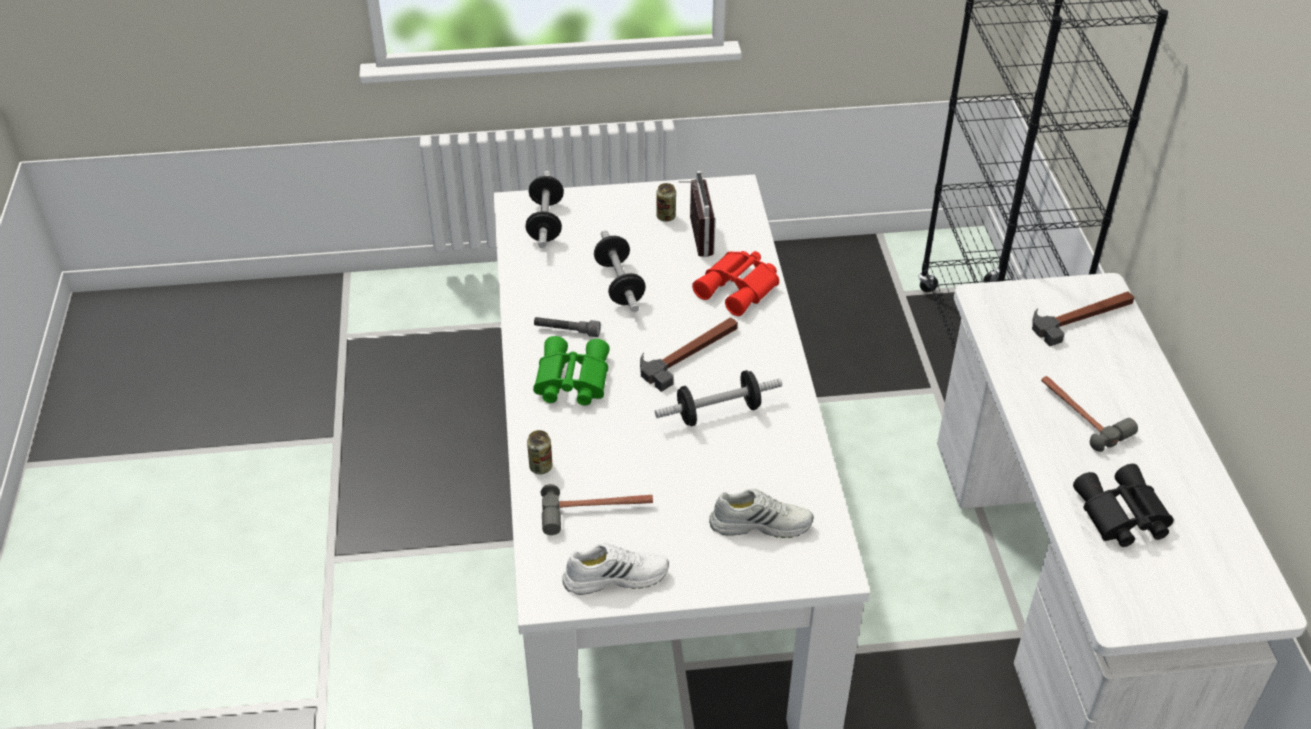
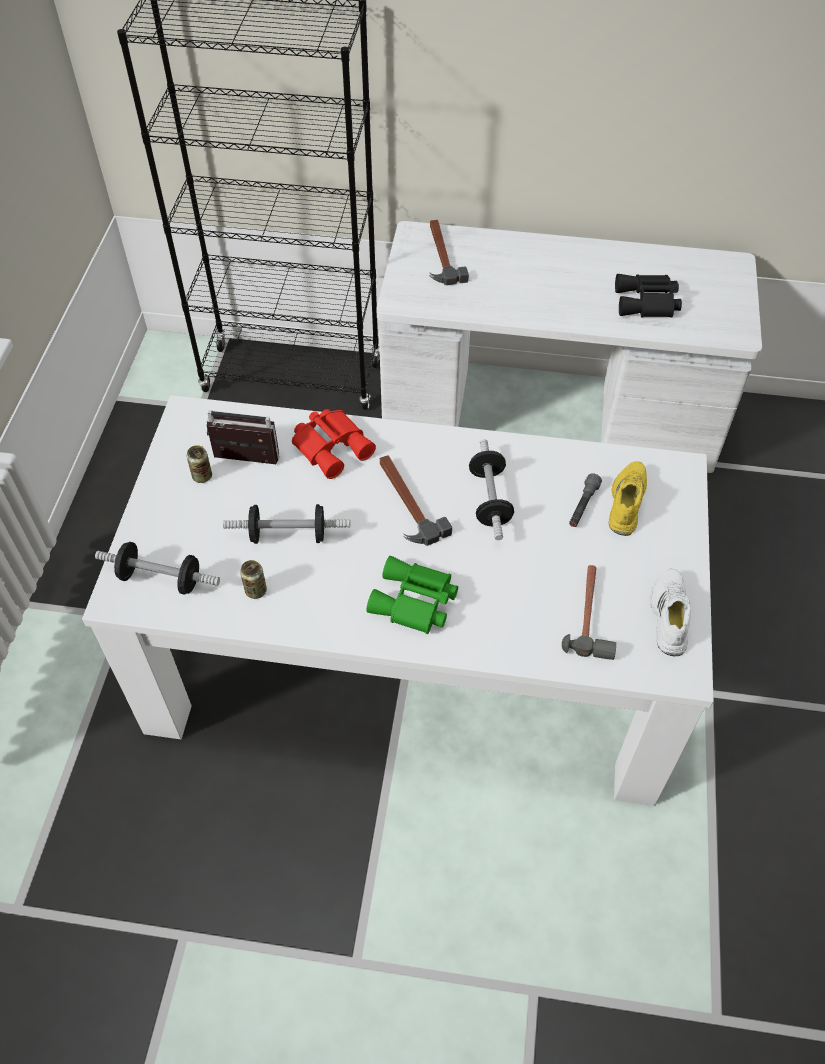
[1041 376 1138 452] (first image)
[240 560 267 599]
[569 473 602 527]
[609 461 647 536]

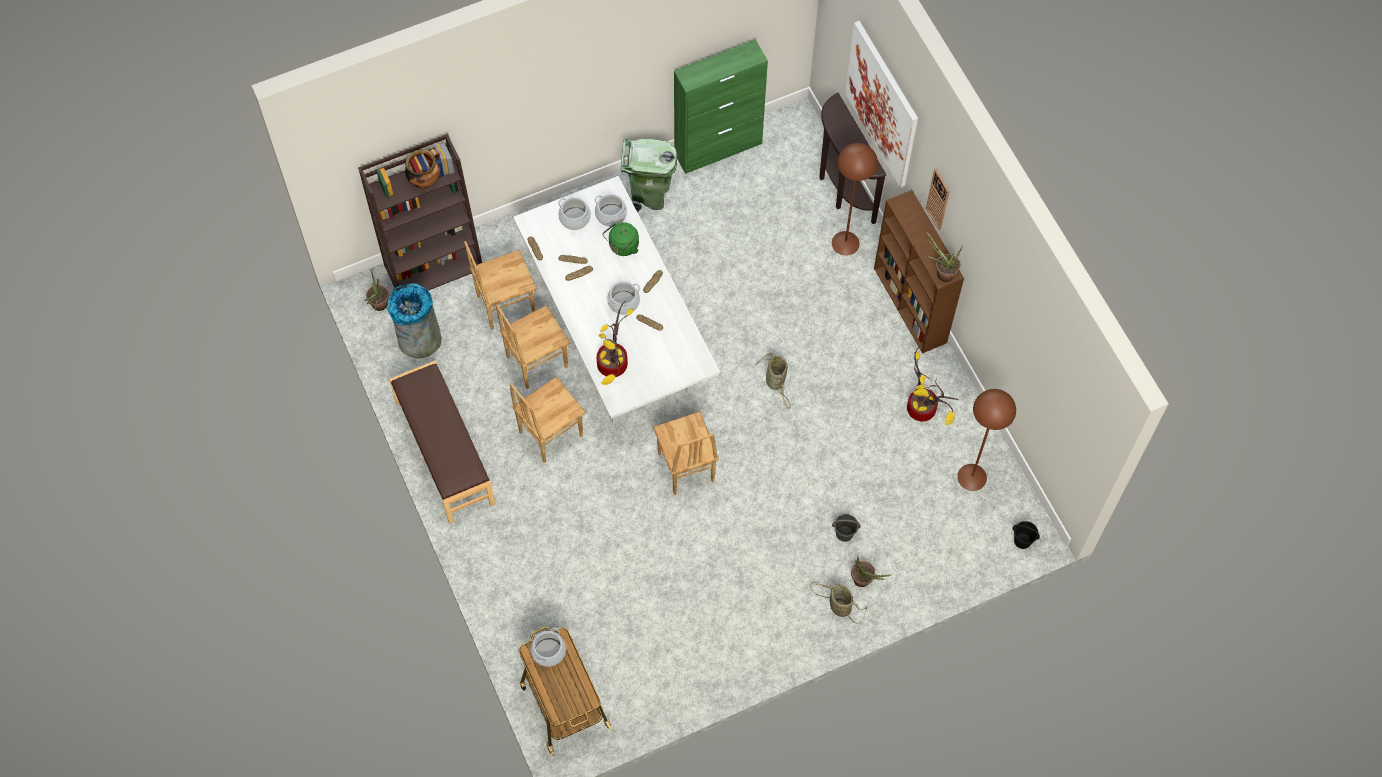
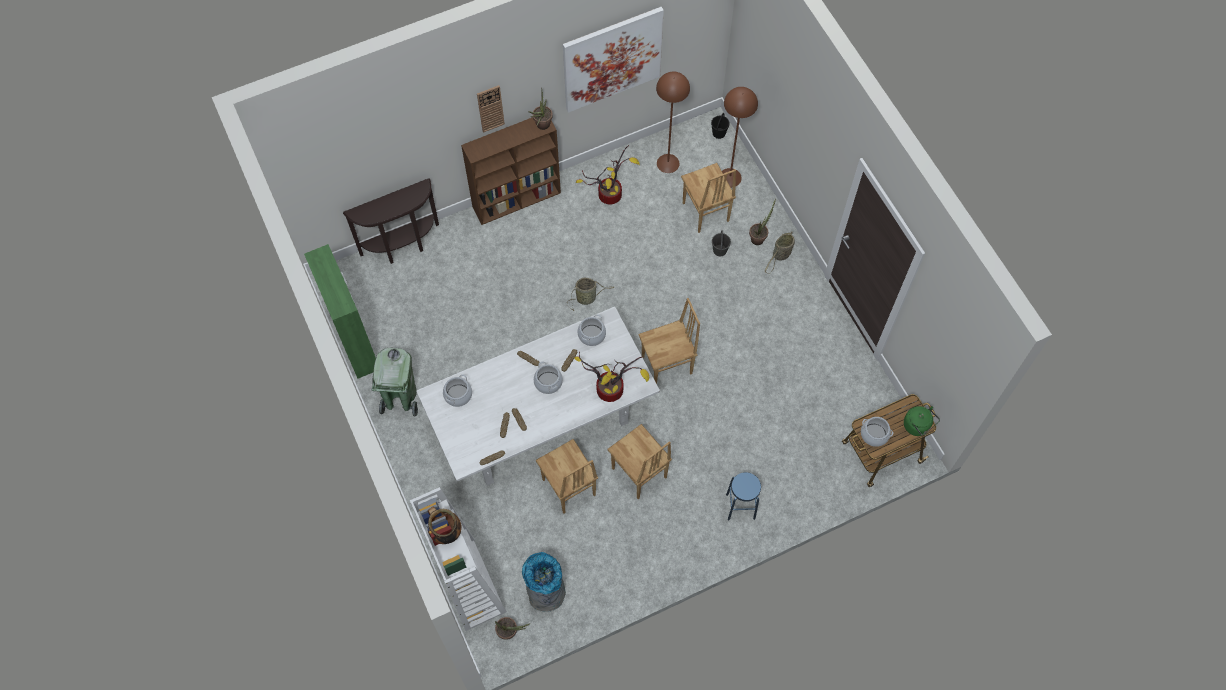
[389 361 496 524] (first image)
[726 472 761 520]
[681 163 736 233]
[577 314 606 346]
[904 406 940 436]
[722 87 758 188]
[563 7 664 113]
[410 487 507 631]

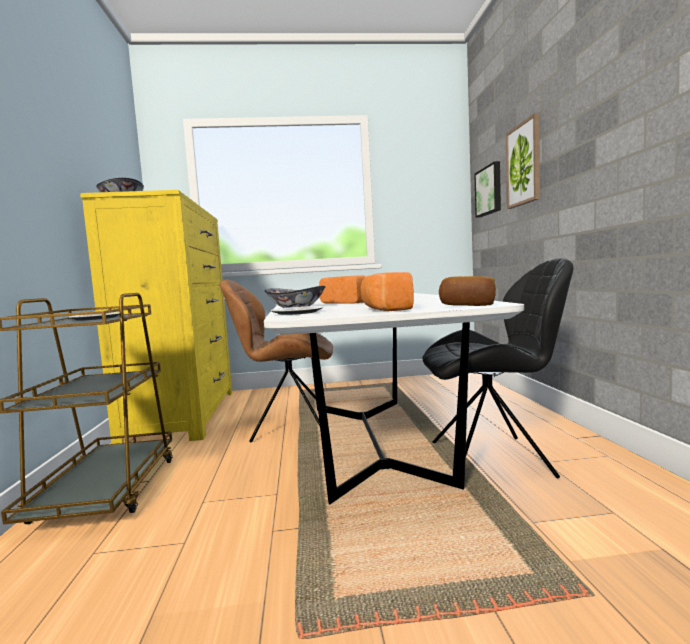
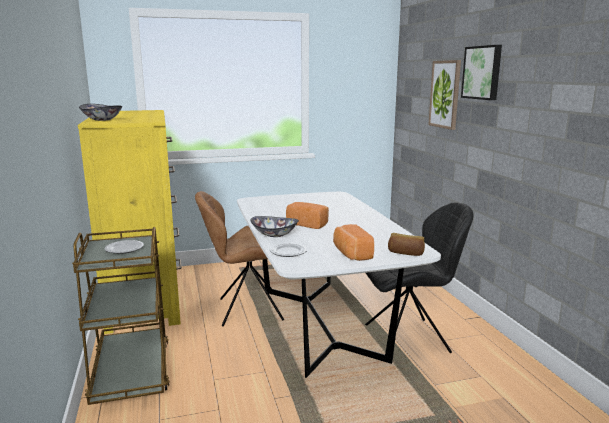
[461 45 502 100]

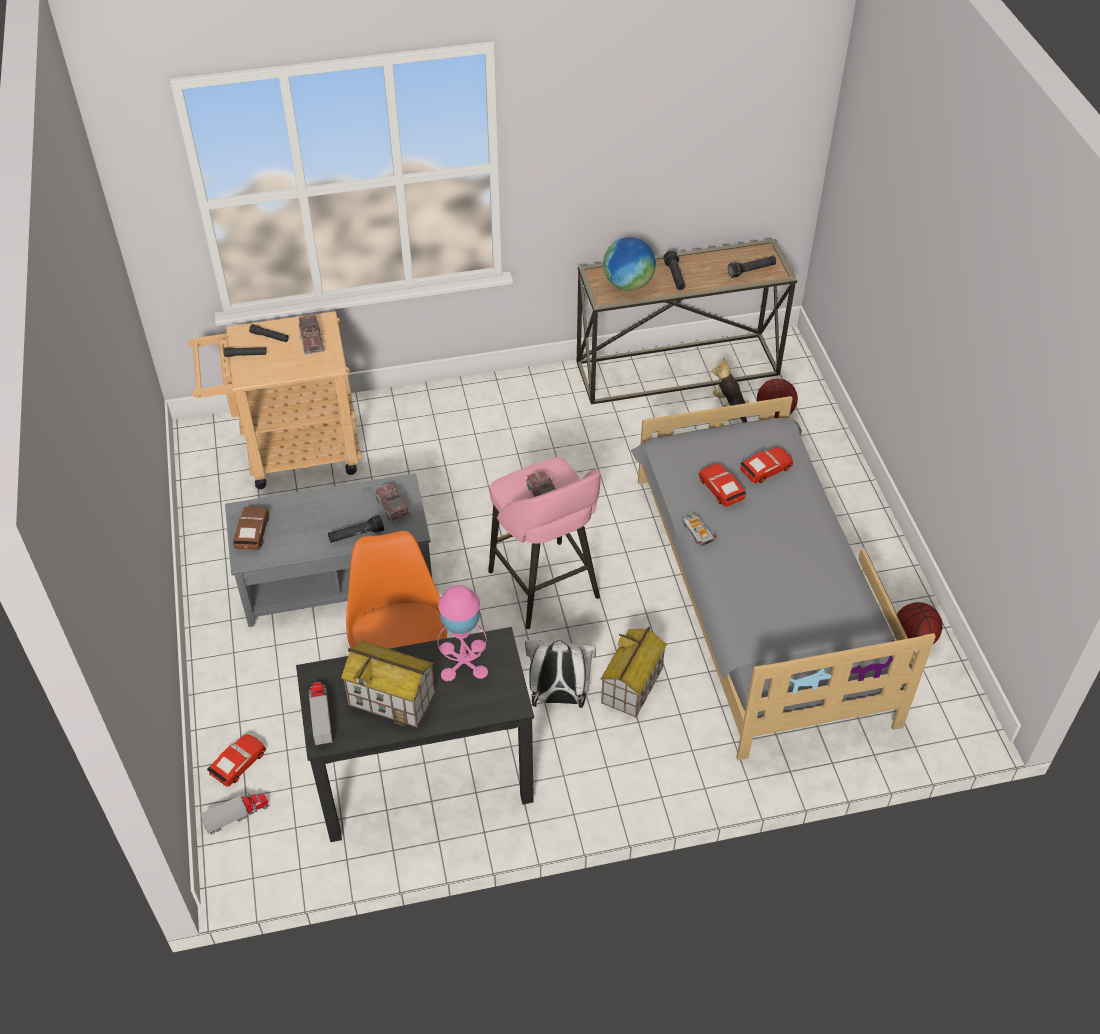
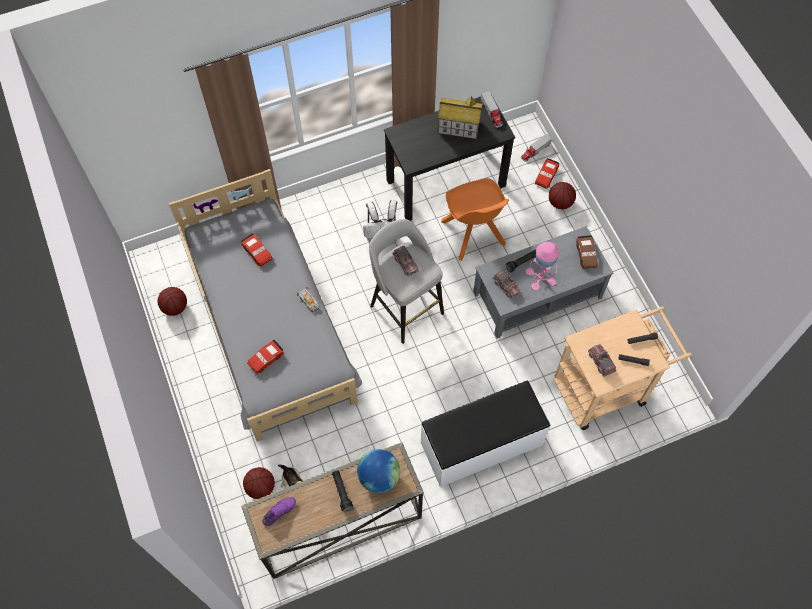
[601 627 667 718] (first image)
[421 381 551 487]
[549 182 576 209]
[526 242 559 290]
[241 233 273 267]
[262 497 296 526]
[369 219 444 344]

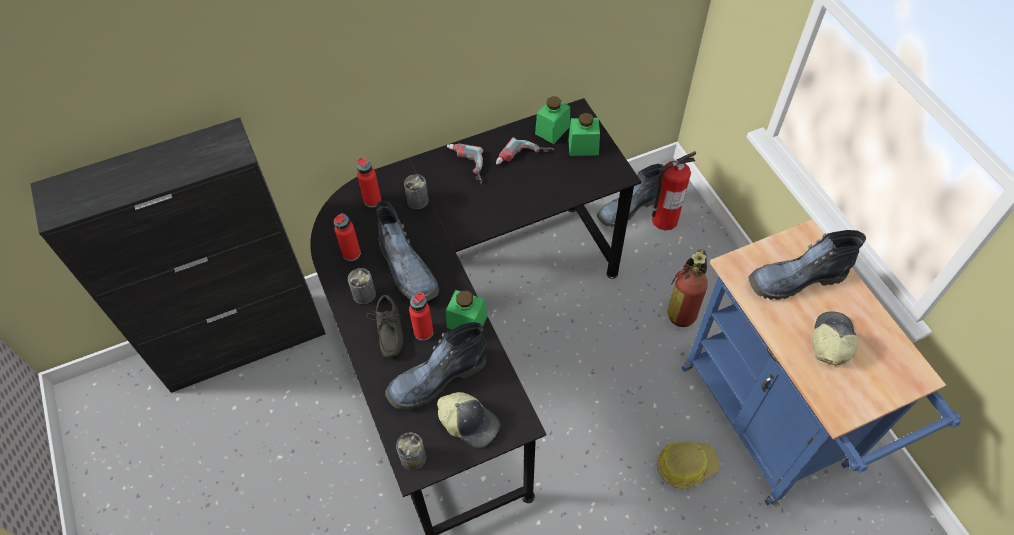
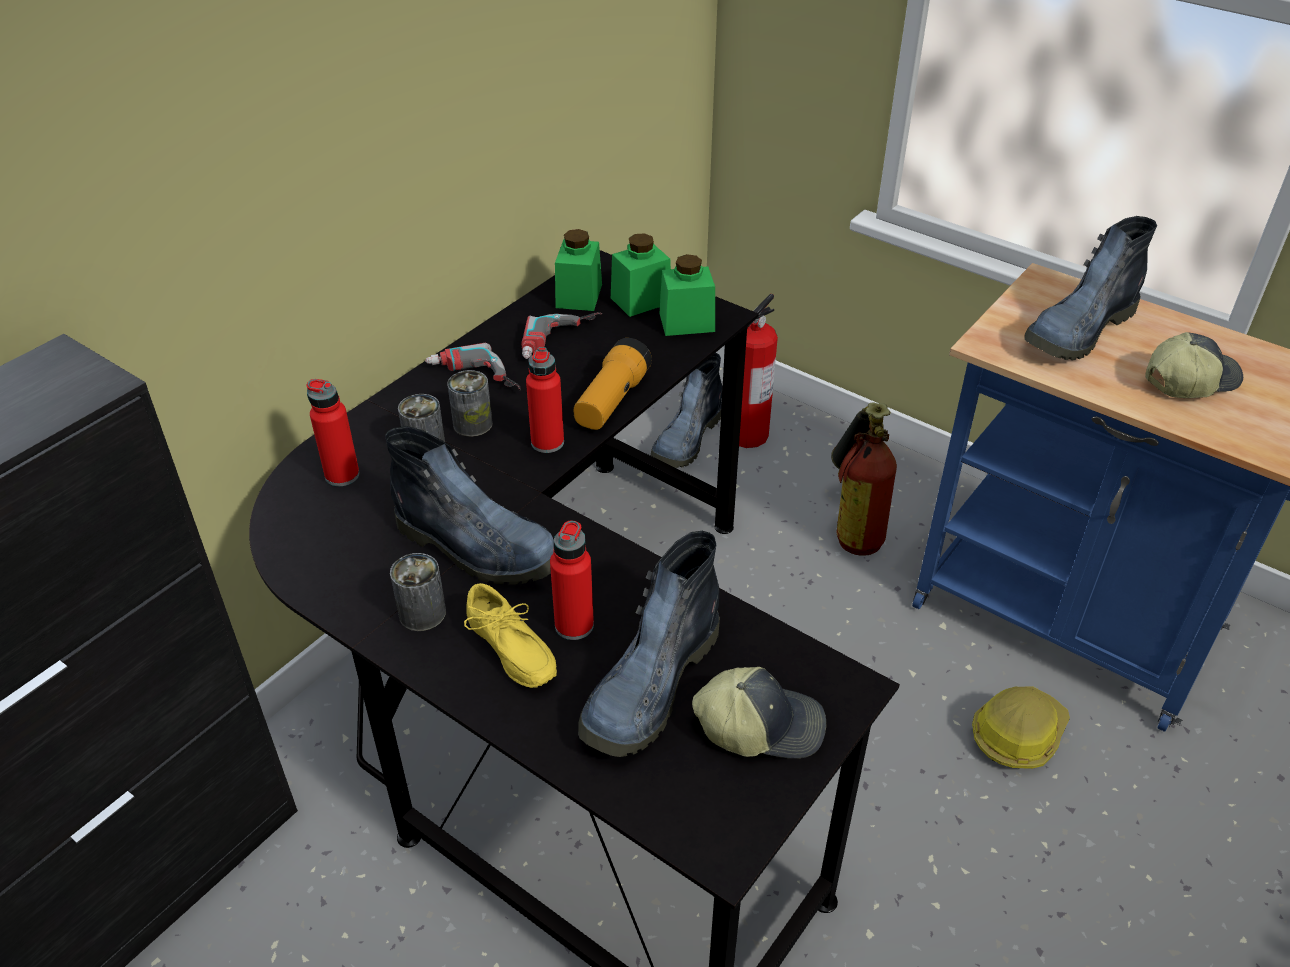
[574 338 652 430]
[526 347 564 453]
[447 370 493 437]
[659 254 715 336]
[464 583 557 688]
[1145 332 1243 398]

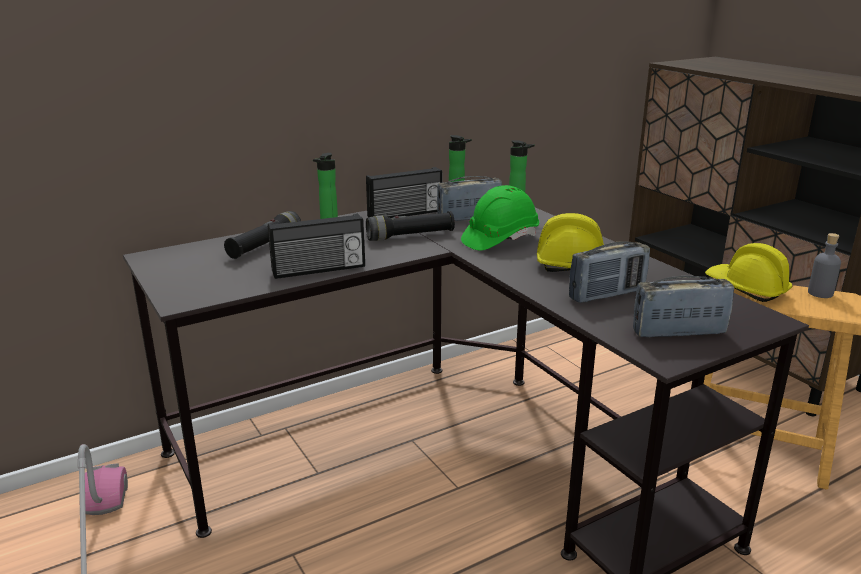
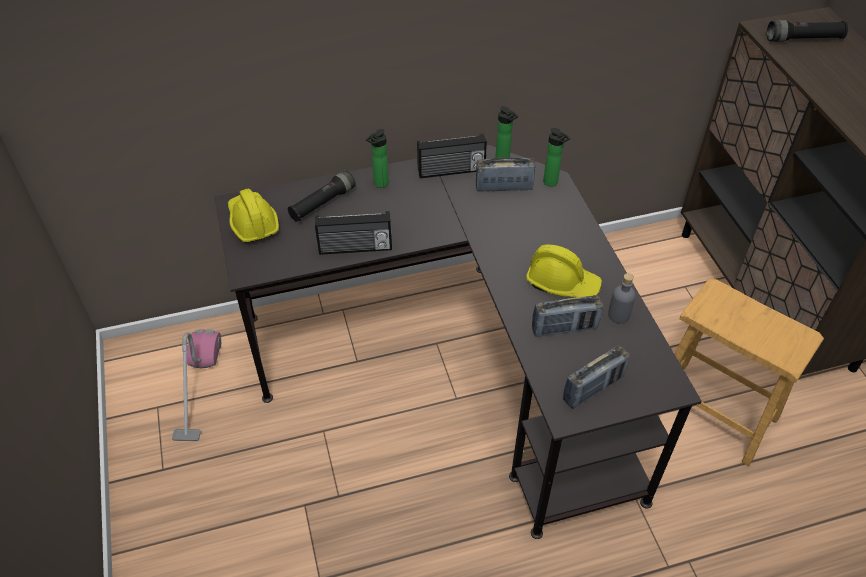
[461 185 539 250] (first image)
[767 20 848 42]
[228 189 279 242]
[608 273 636 324]
[563 345 630 409]

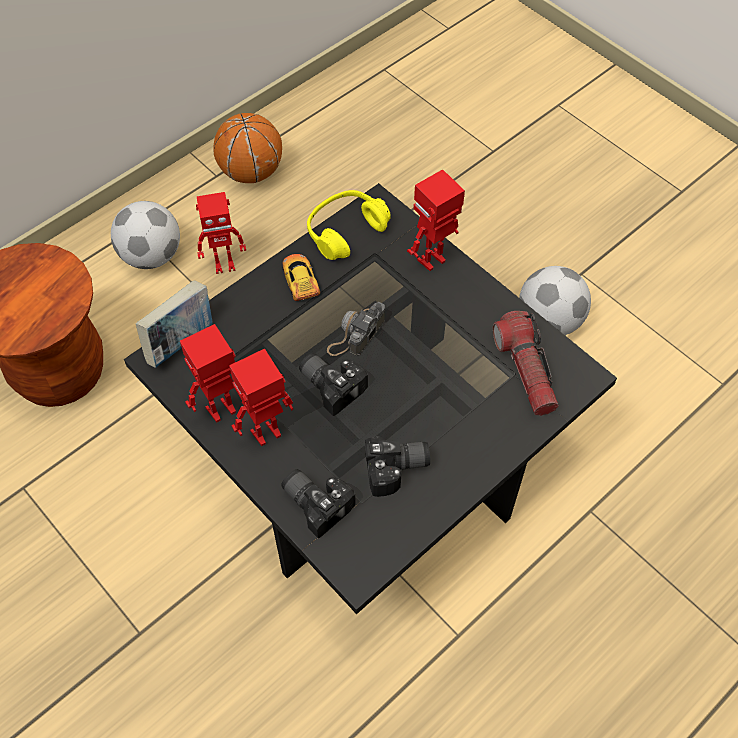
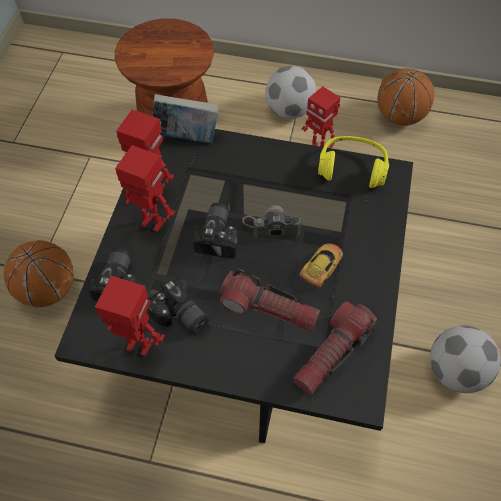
[4 240 74 308]
[220 269 320 332]
[299 243 343 288]
[95 276 165 356]

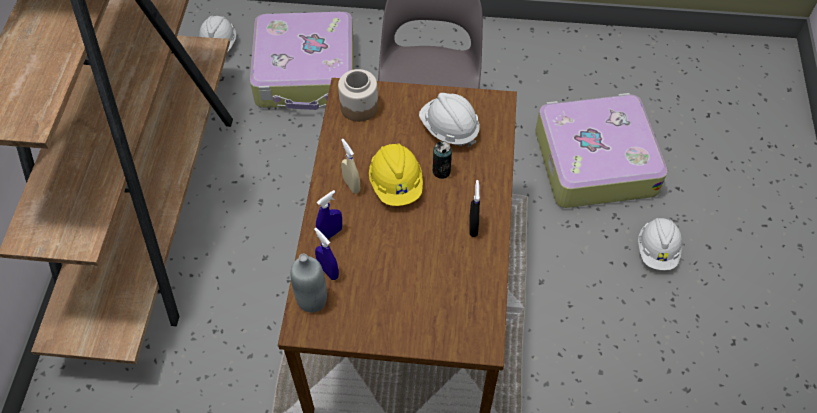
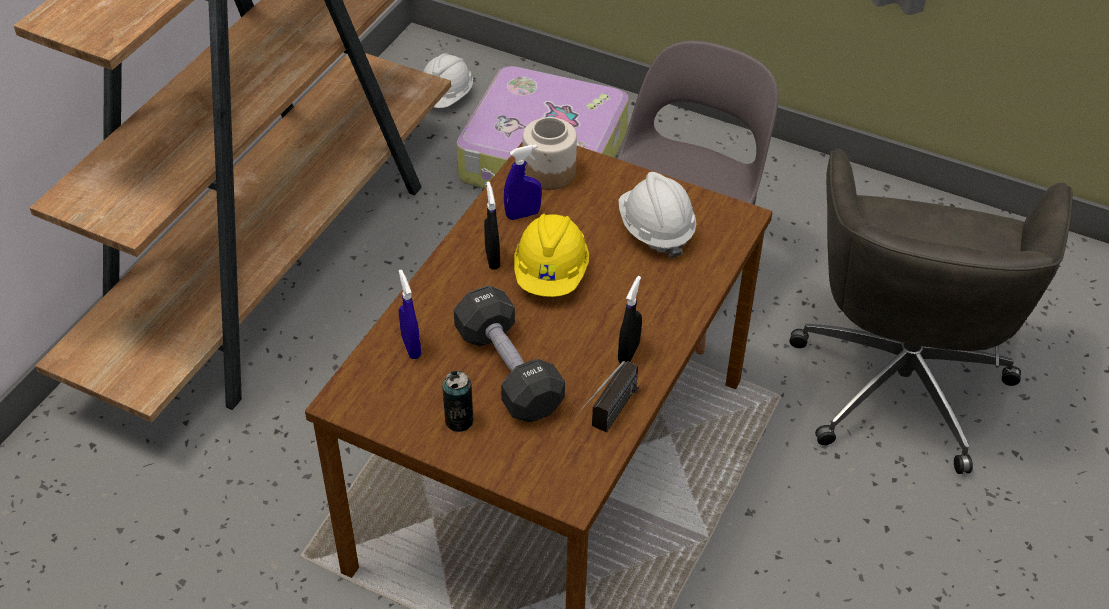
[291 254 327 312] (first image)
[638 218 682 270] (first image)
[454 285 565 422]
[577 361 639 432]
[504 145 542 220]
[442 371 473 432]
[789 149 1073 474]
[484 182 500 269]

